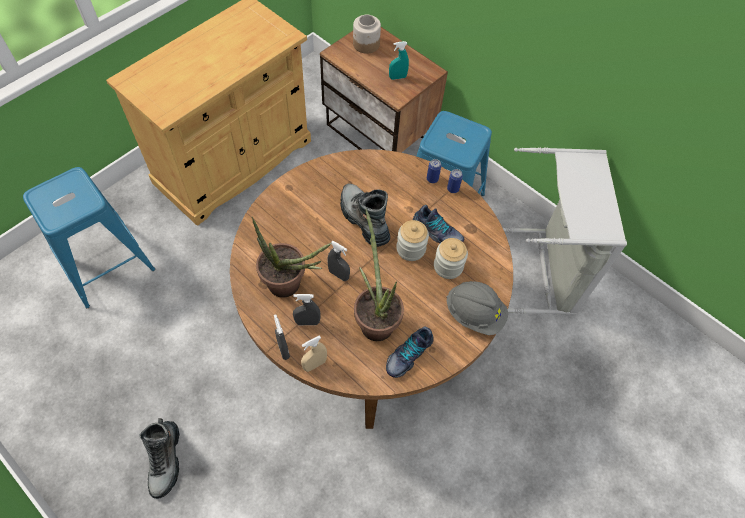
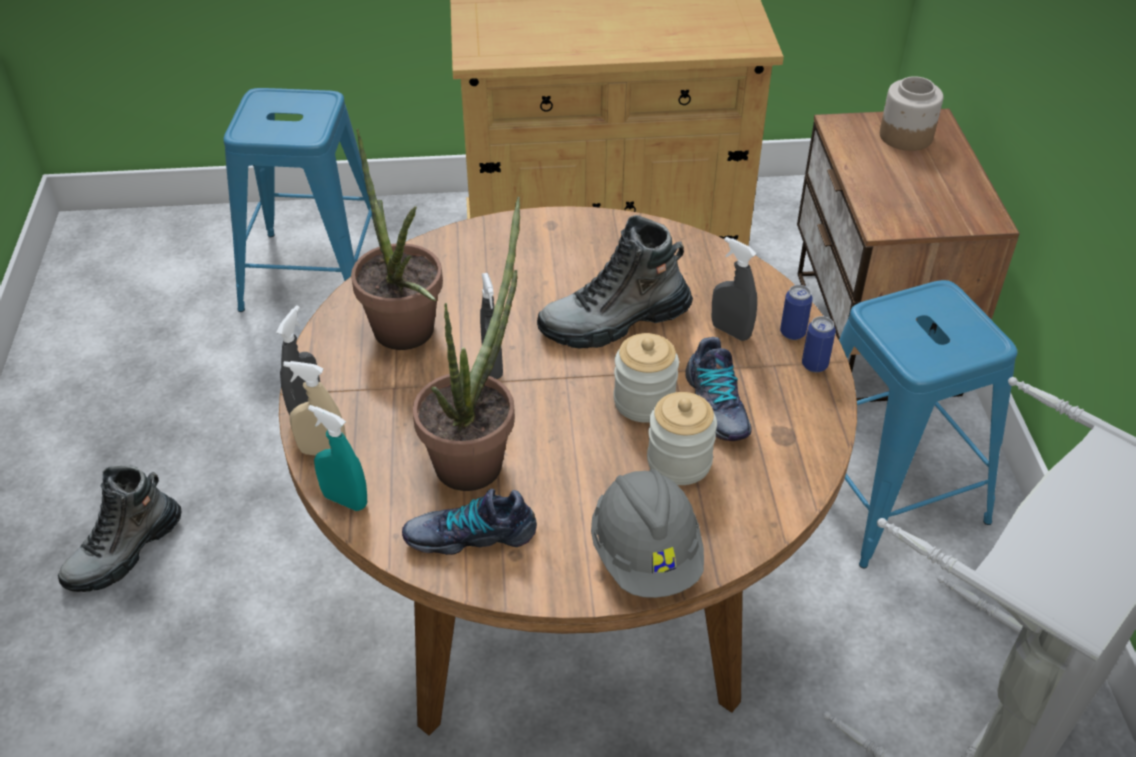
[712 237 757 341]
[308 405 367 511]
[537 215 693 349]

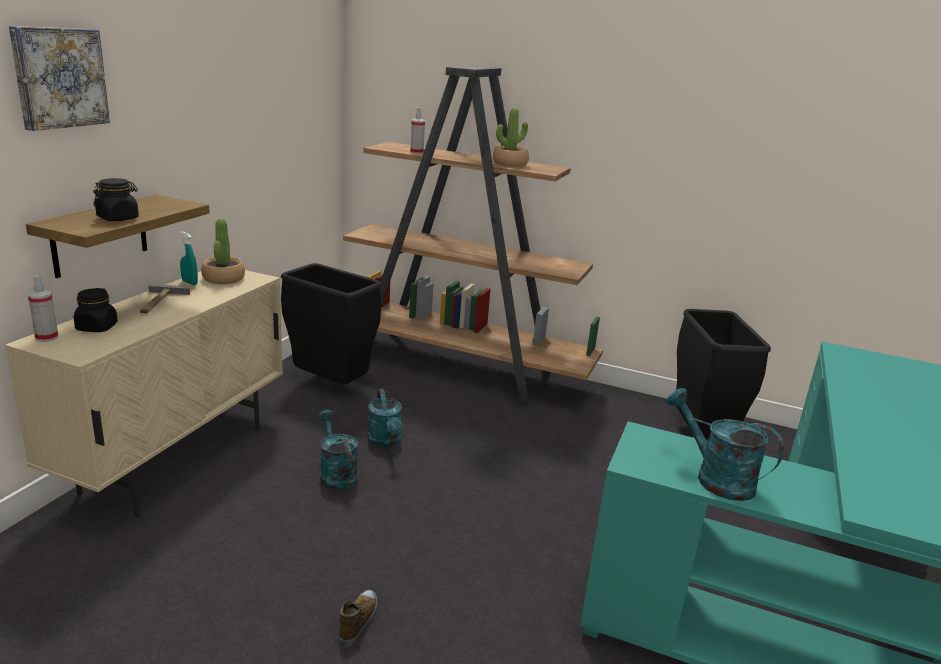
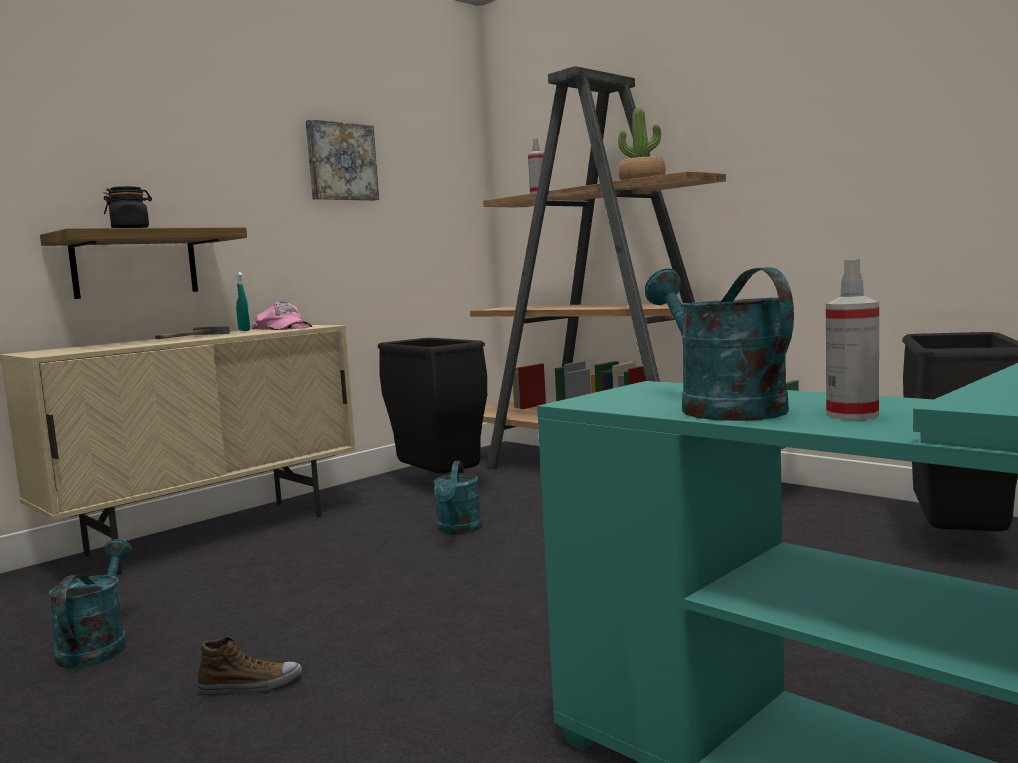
[74 288 118 332] (first image)
[306 119 379 201]
[826 259 879 420]
[48 539 132 669]
[251 301 312 330]
[197 637 302 694]

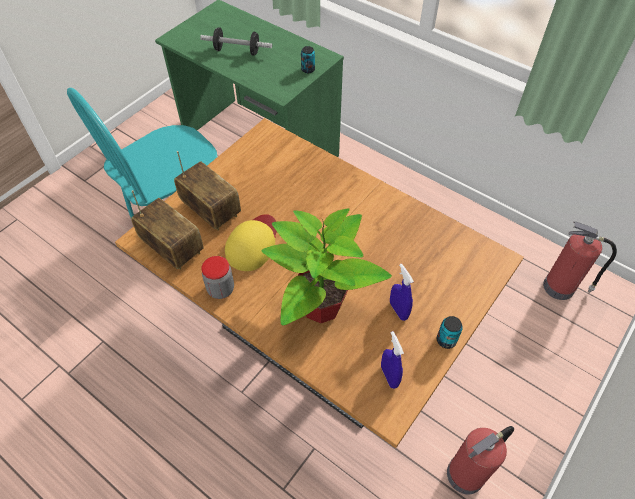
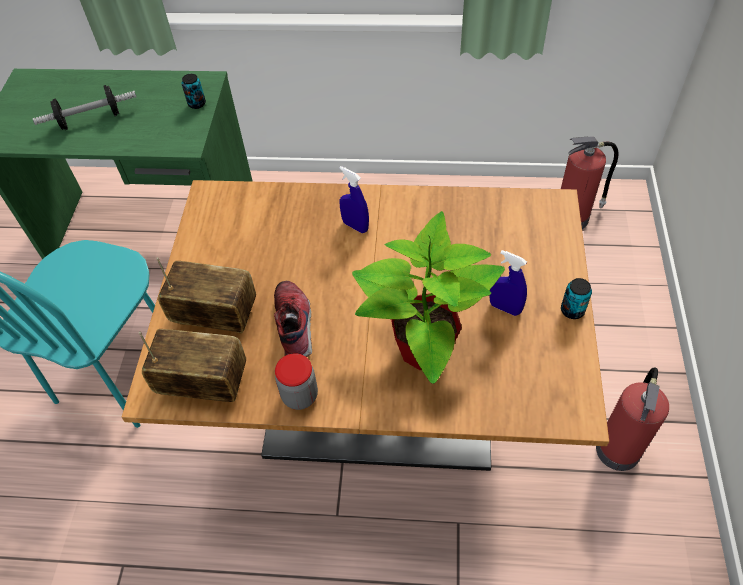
[339 166 369 233]
[274 281 312 357]

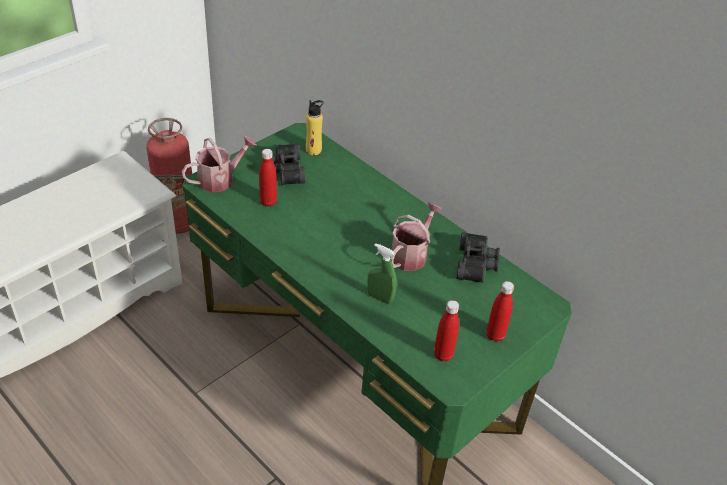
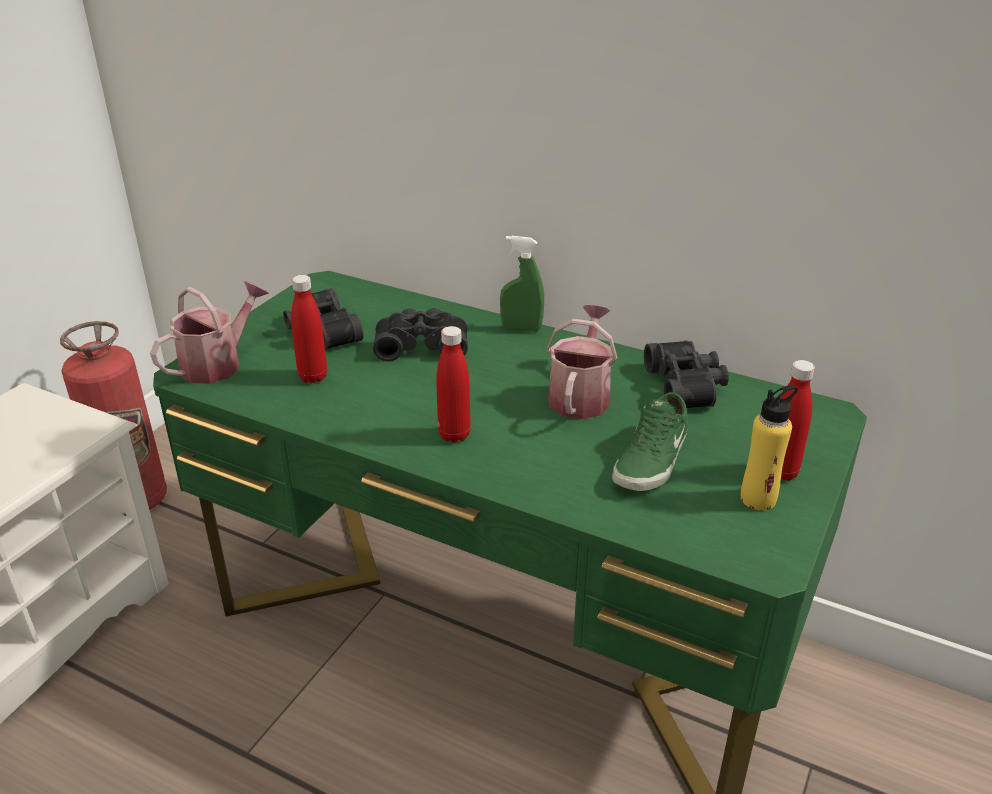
[373 308 468 362]
[612 392 688 491]
[741 385 798 510]
[500 236 544 332]
[436 326 471 443]

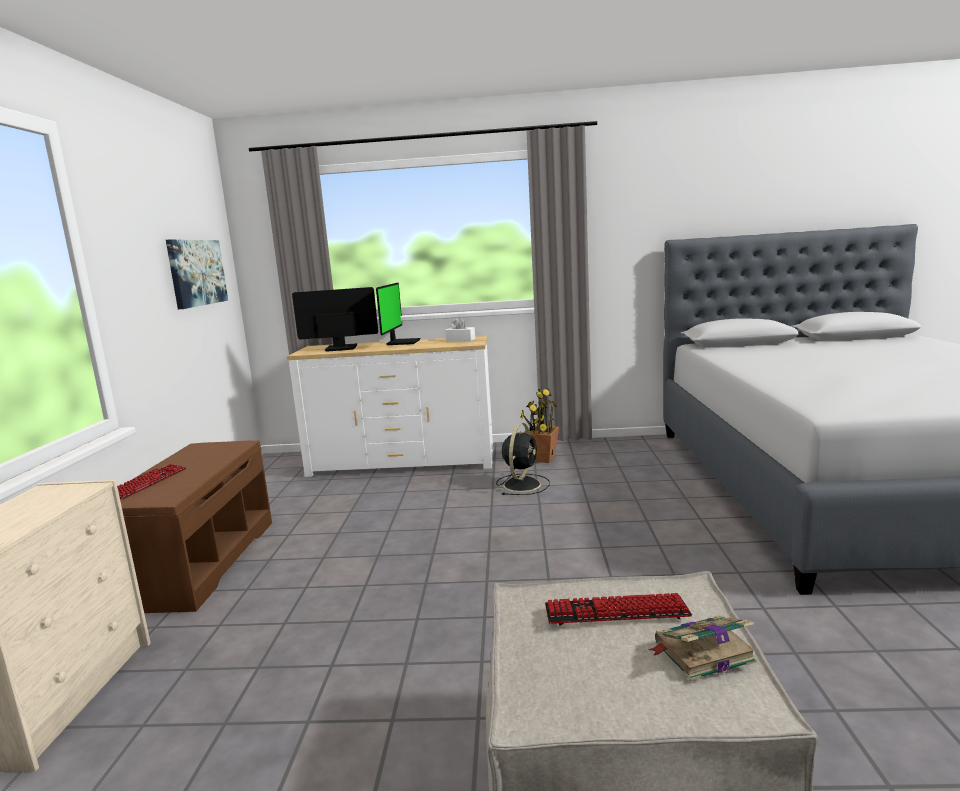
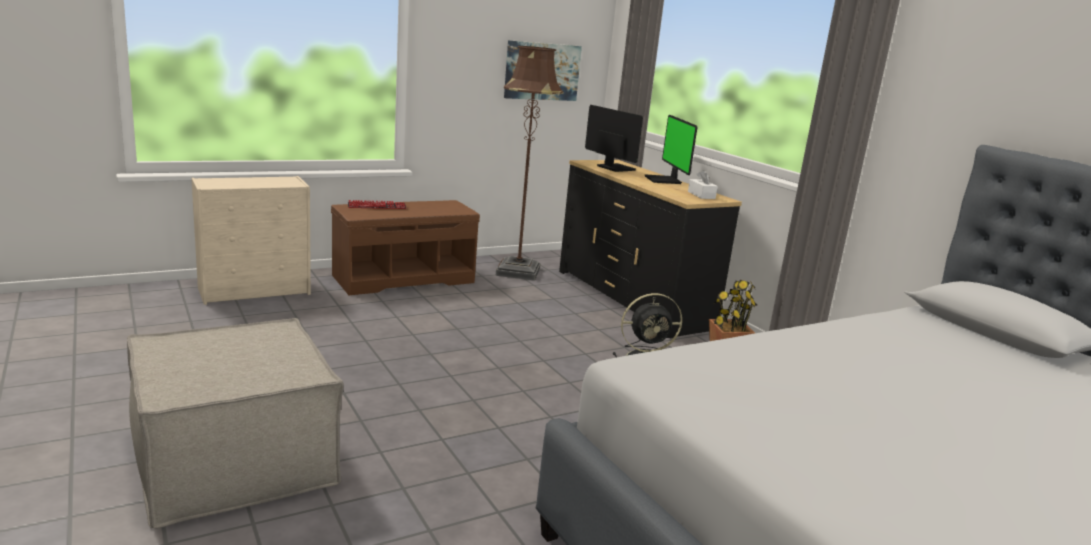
[545 593 692 625] (first image)
[648 615 756 681] (first image)
[496 46 563 281]
[559 160 742 339]
[645 115 697 184]

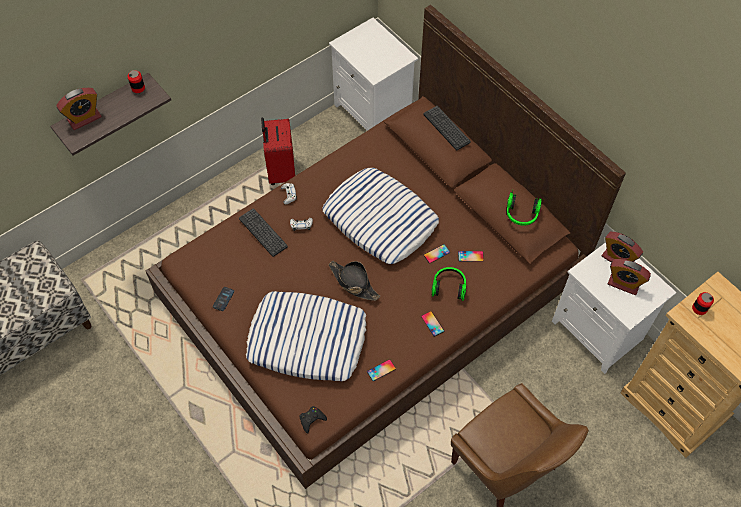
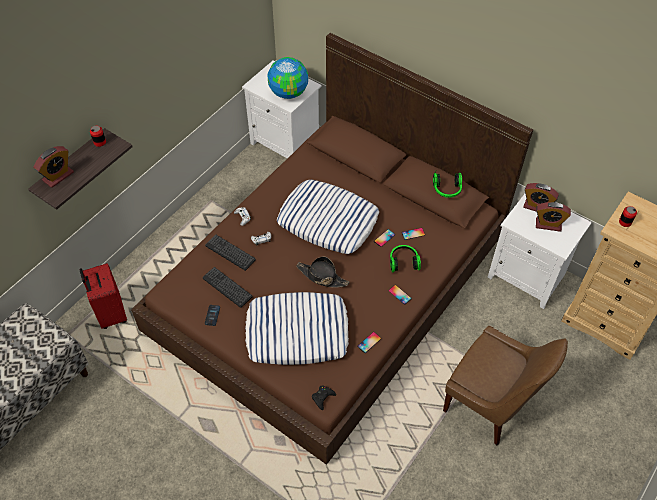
[268 57 308 99]
[79 263 127 329]
[203 267 252 308]

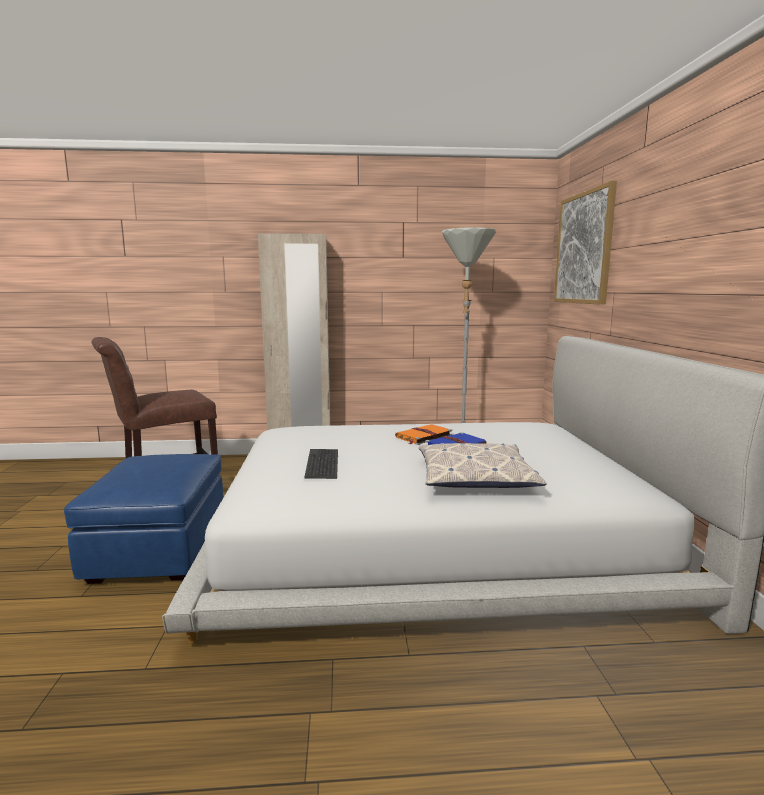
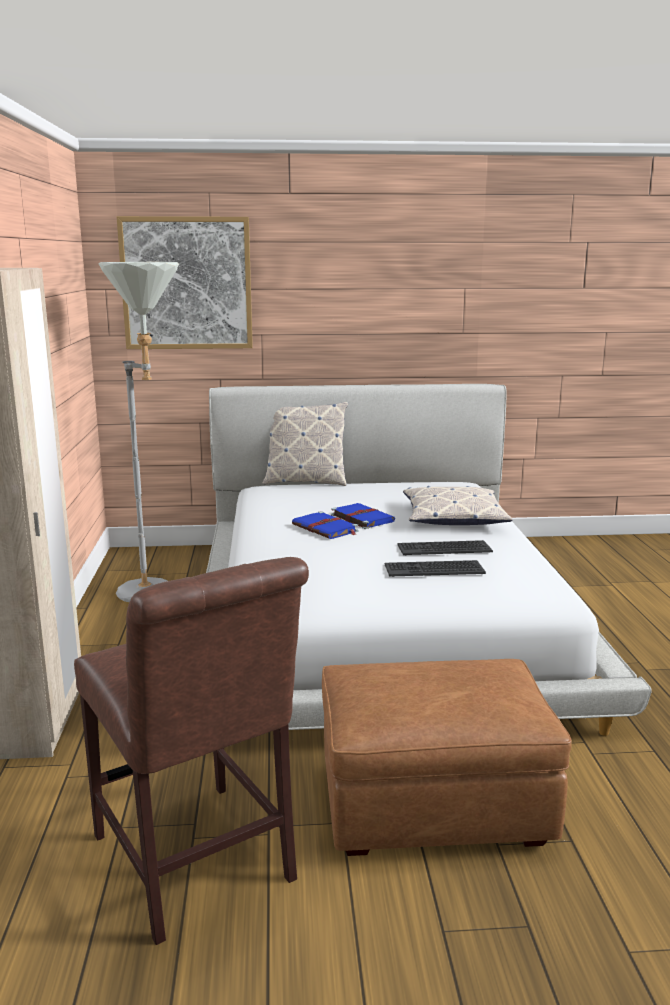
[262 402 348 486]
[397 540 493 556]
[322 659 572 856]
[292 511 358 539]

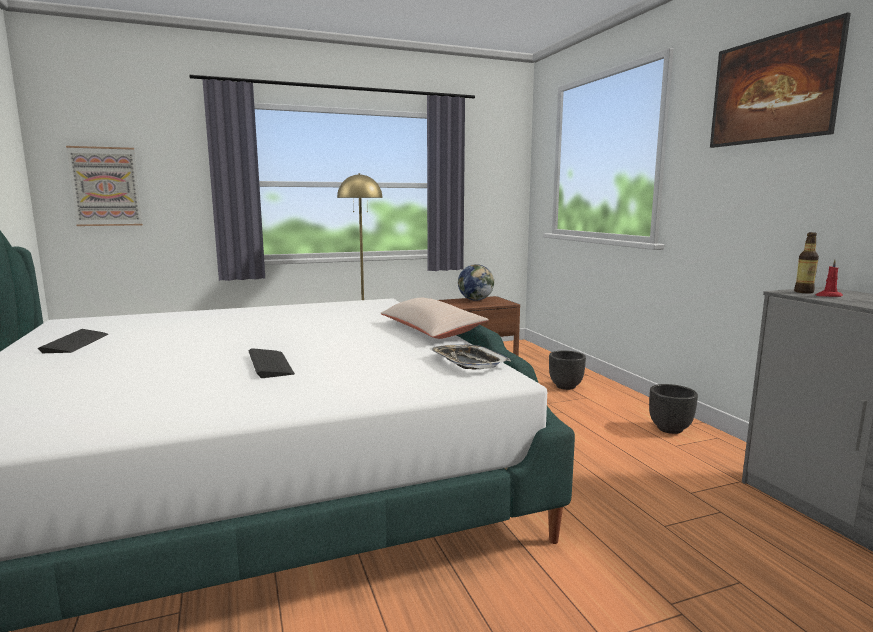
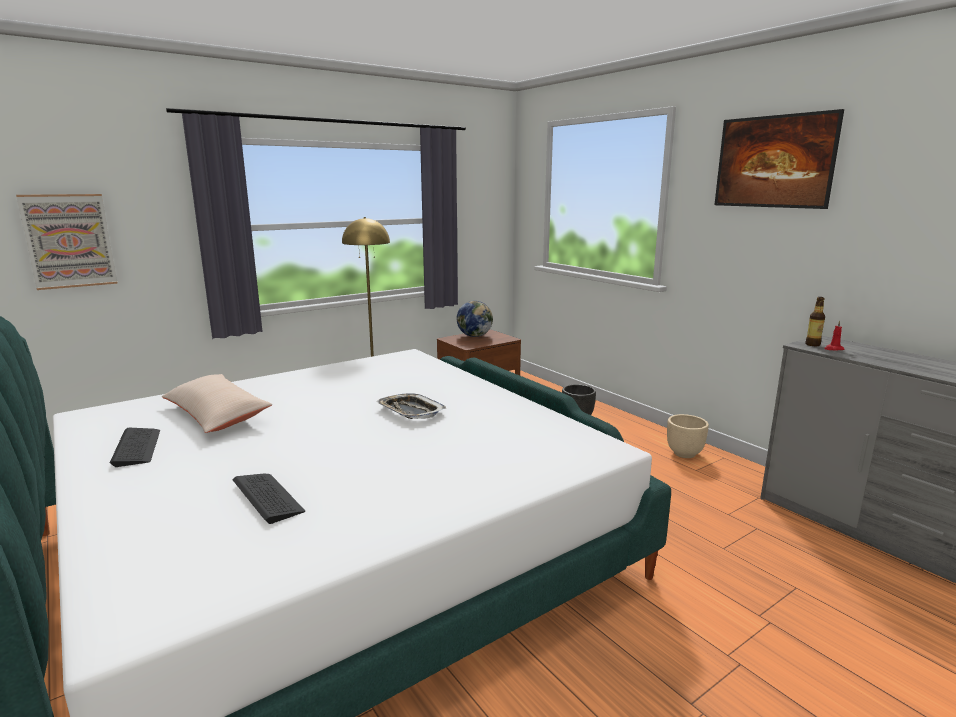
[233 474 305 524]
[162 374 272 433]
[376 393 447 419]
[667 414 709 458]

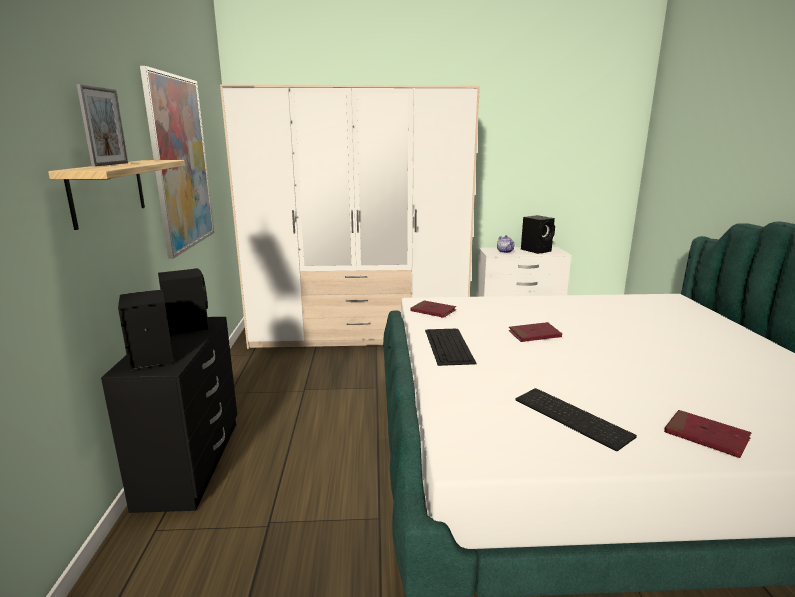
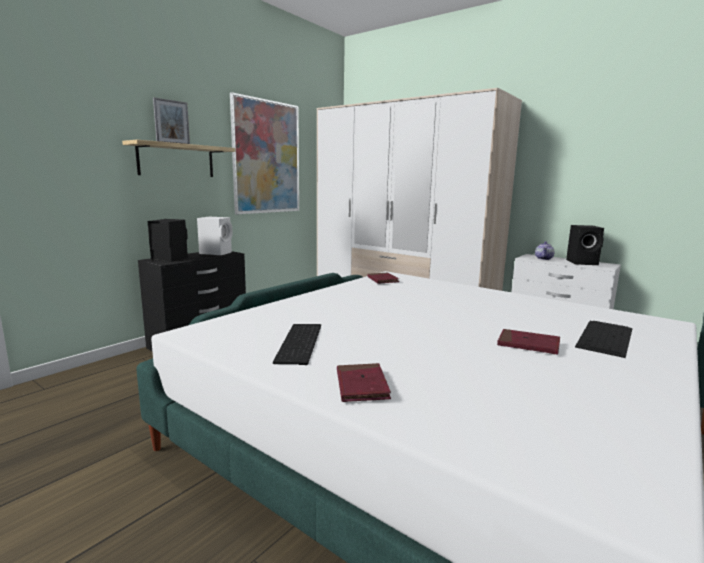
[575 321 633 358]
[497 329 560 354]
[197 217 233 255]

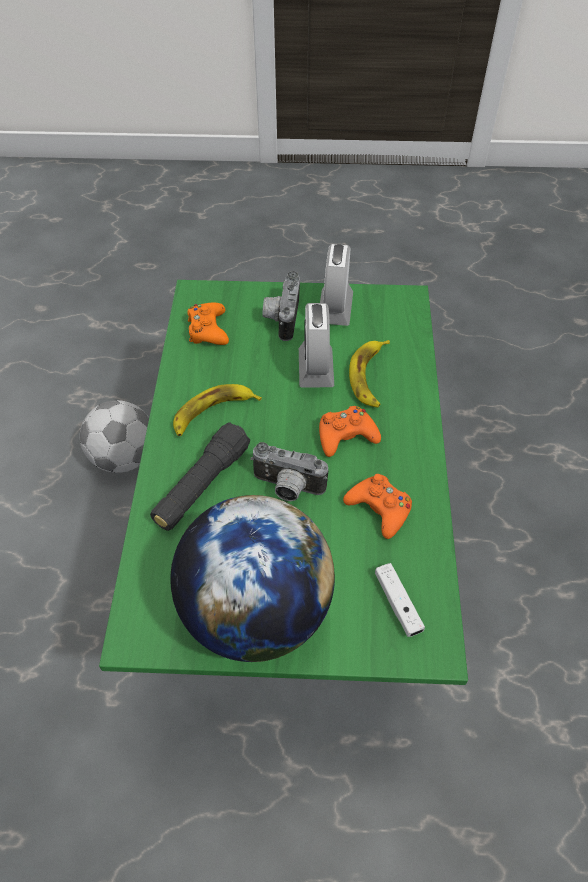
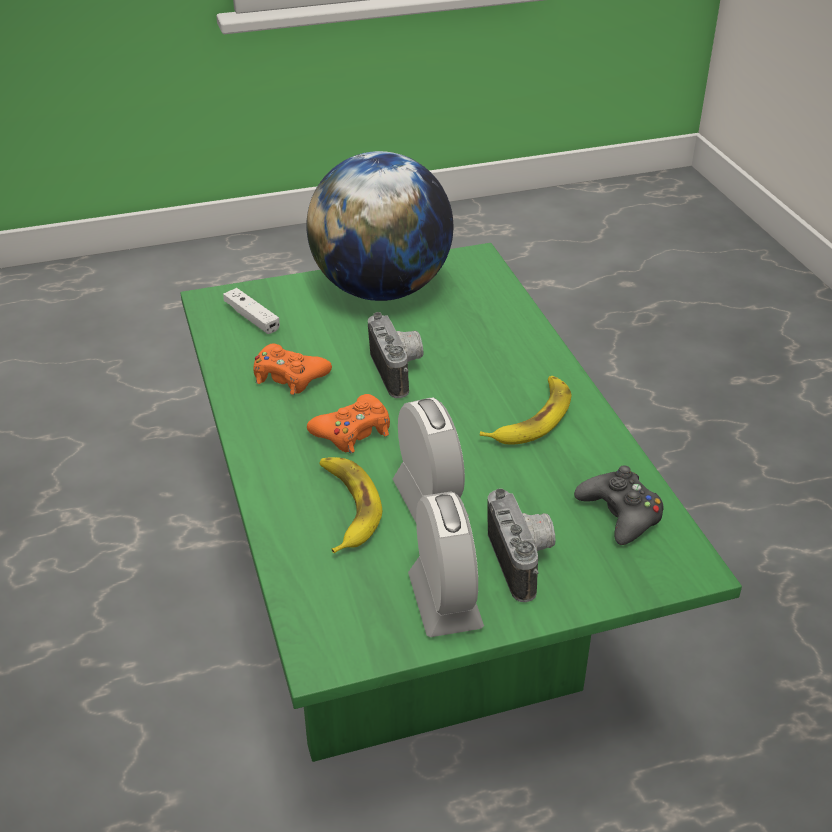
[80 400 149 473] (first image)
[150 422 250 531] (first image)
[574 466 664 545]
[368 312 423 398]

